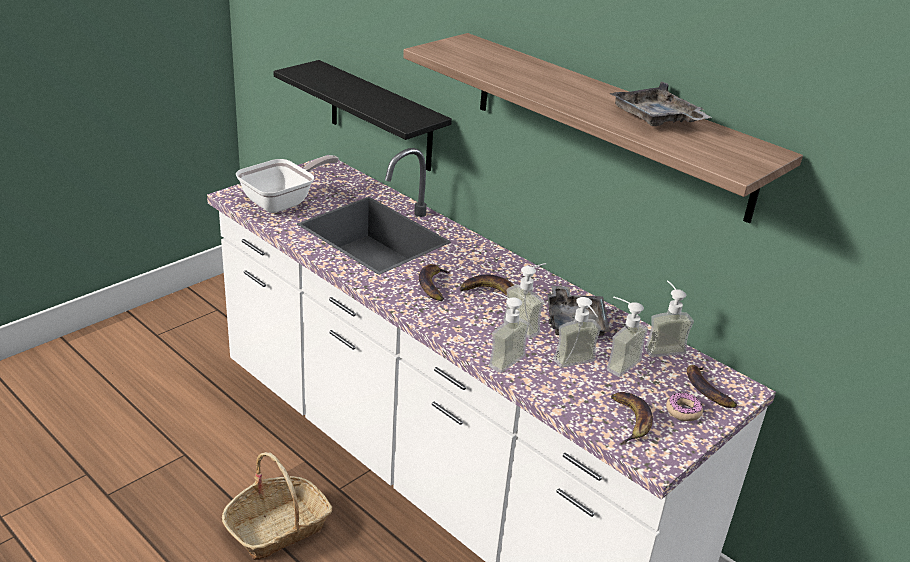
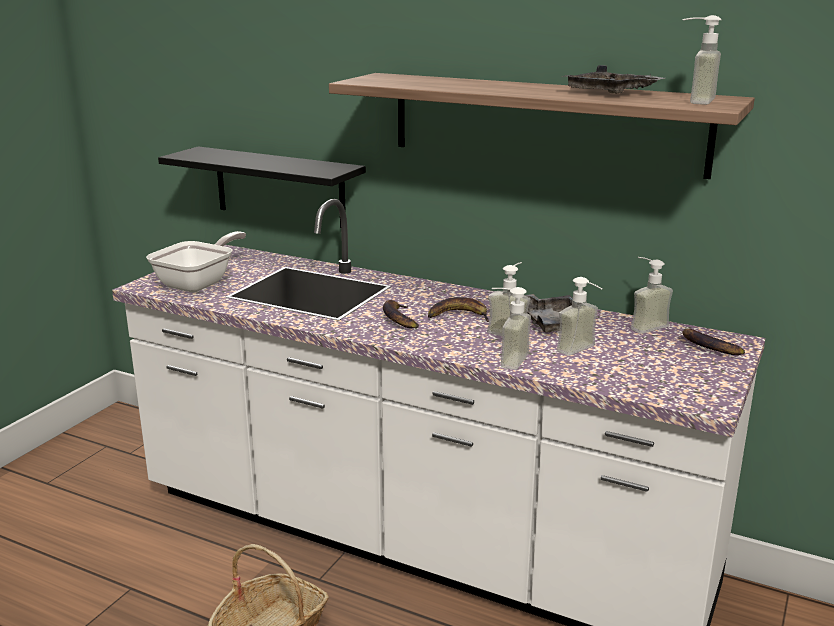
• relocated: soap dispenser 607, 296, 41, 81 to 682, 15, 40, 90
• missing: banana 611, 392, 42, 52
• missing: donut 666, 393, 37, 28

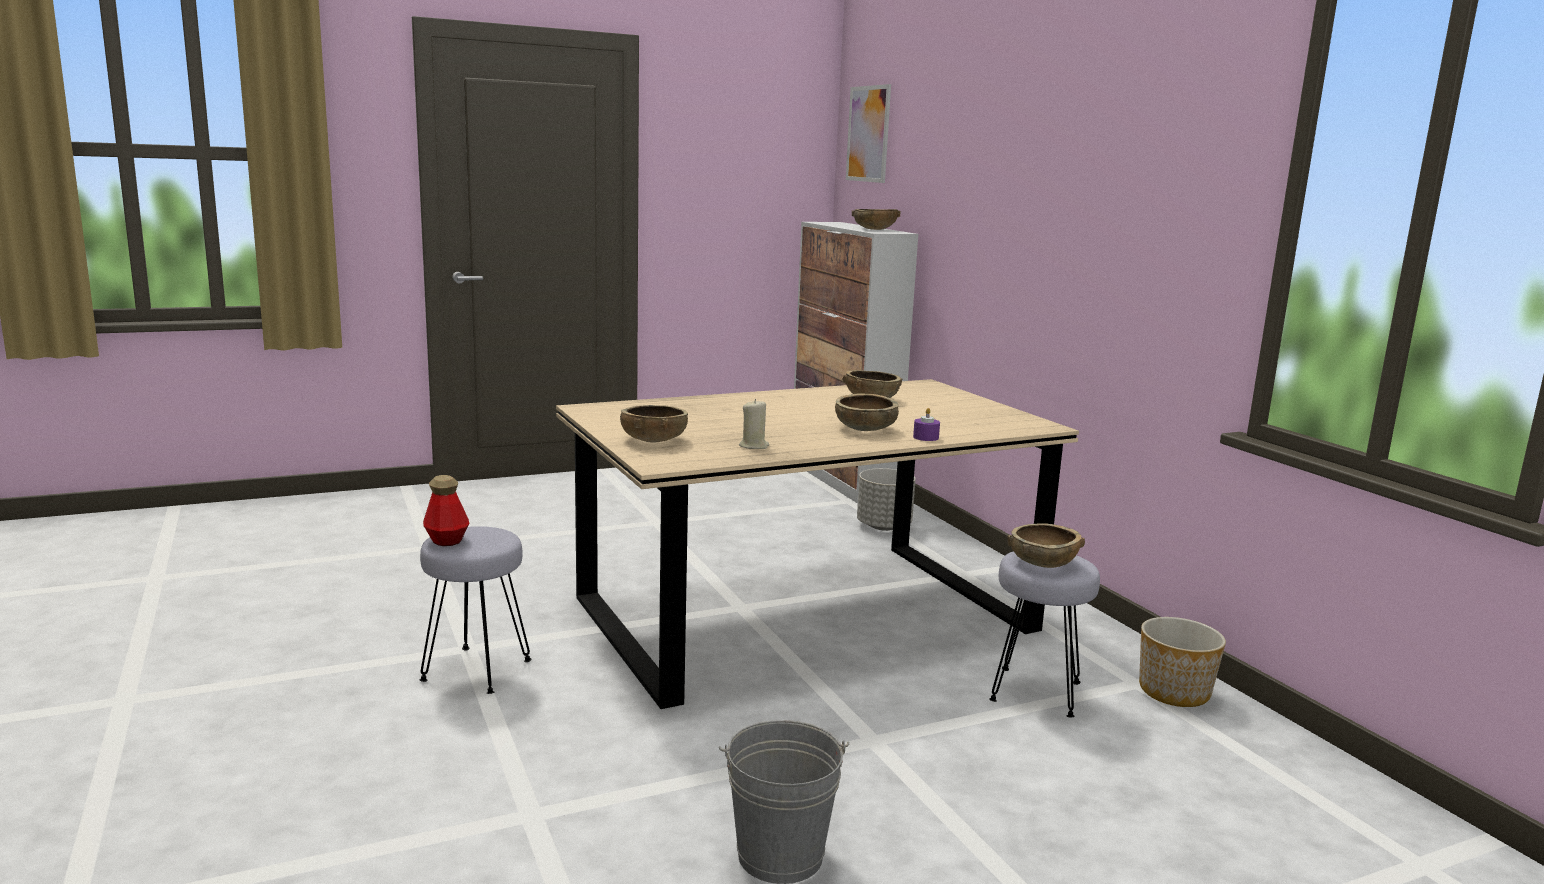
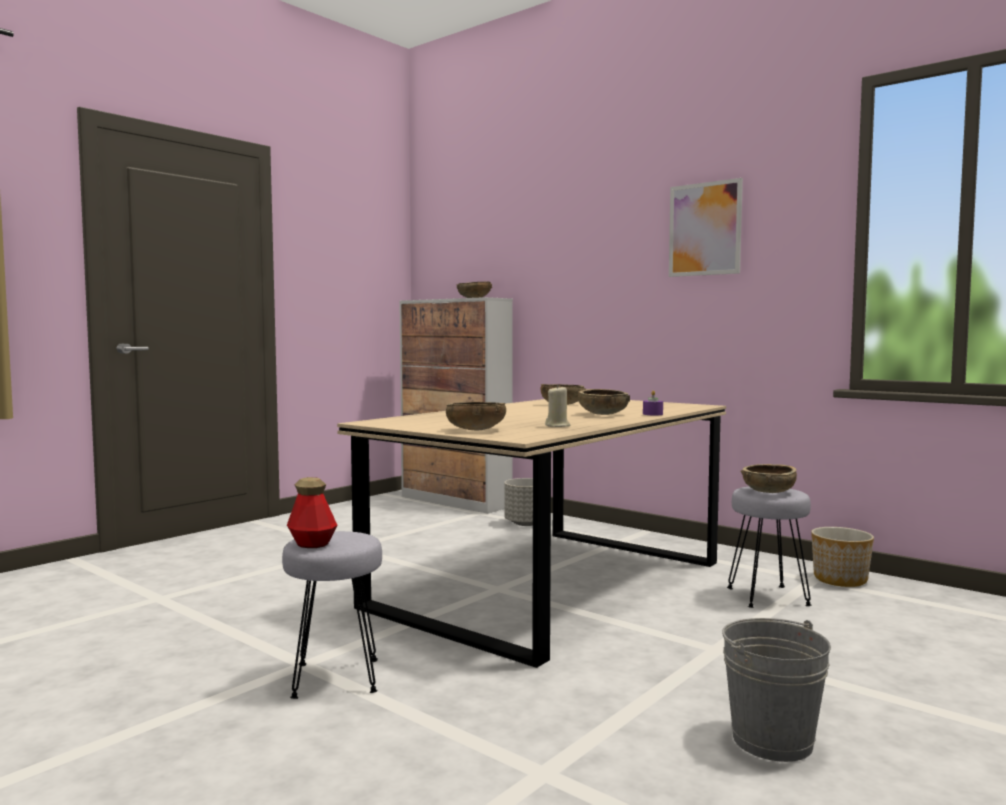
• relocated: picture 846, 84, 45, 99 to 669, 178, 74, 99

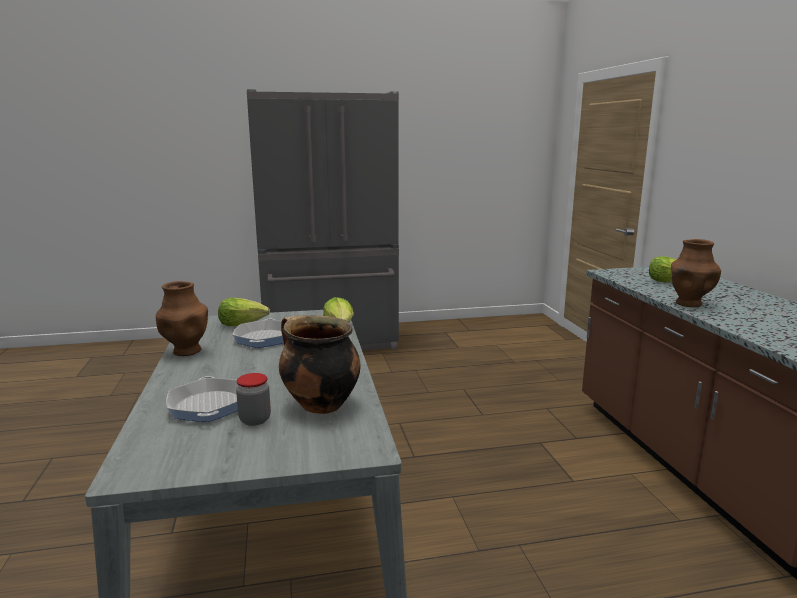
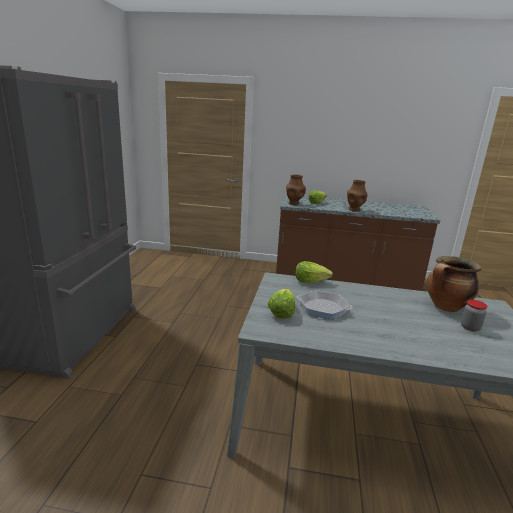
• relocated: brown vase 156, 281, 52, 75 to 286, 174, 20, 31
• missing: frying pan 166, 376, 72, 46

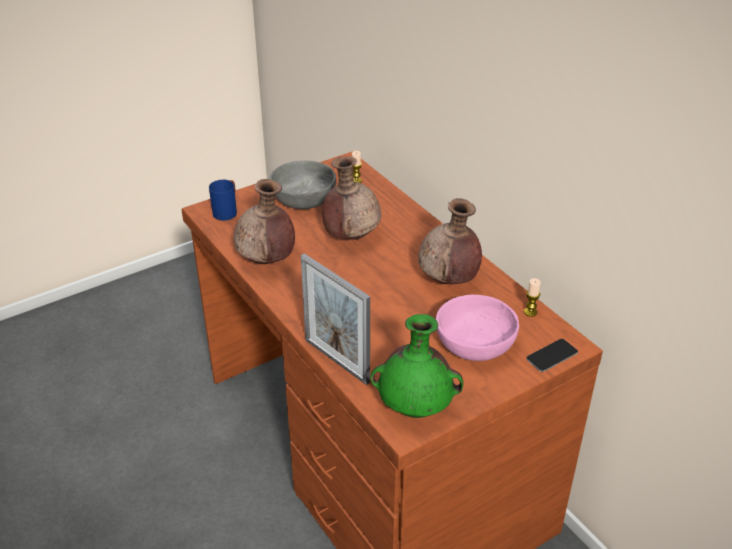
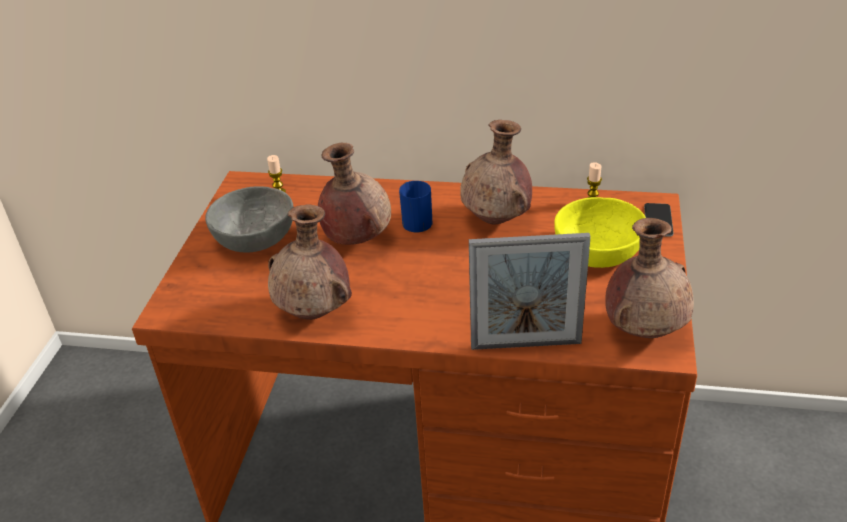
• relocated: blue mug 209, 180, 28, 41 to 399, 181, 33, 51
• colour: pink bowl 436, 295, 83, 66 to yellow bowl 554, 197, 92, 71
• colour: green vase 370, 314, 93, 104 to brown vase 605, 218, 89, 120

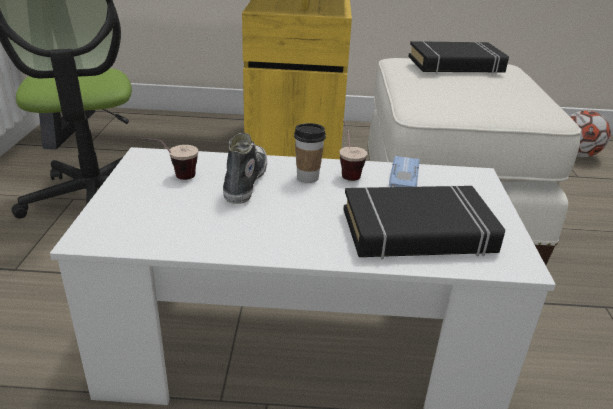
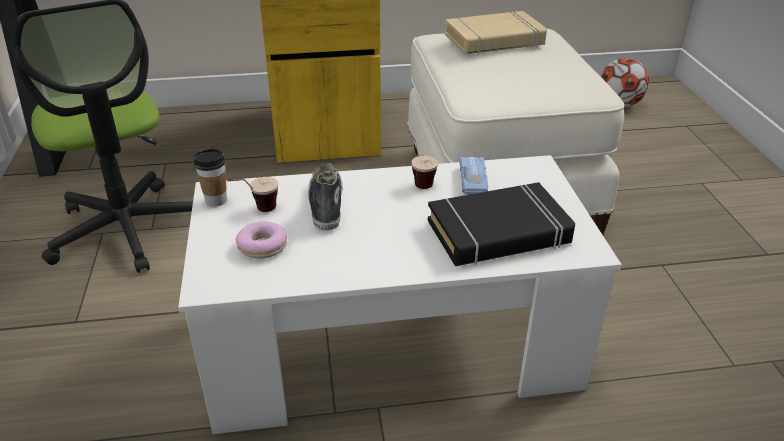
• relocated: cup 294, 123, 32, 60 to 194, 149, 33, 58
• appeared: donut 235, 221, 52, 37
• colour: black book 408, 41, 101, 33 to beige book 445, 11, 102, 43

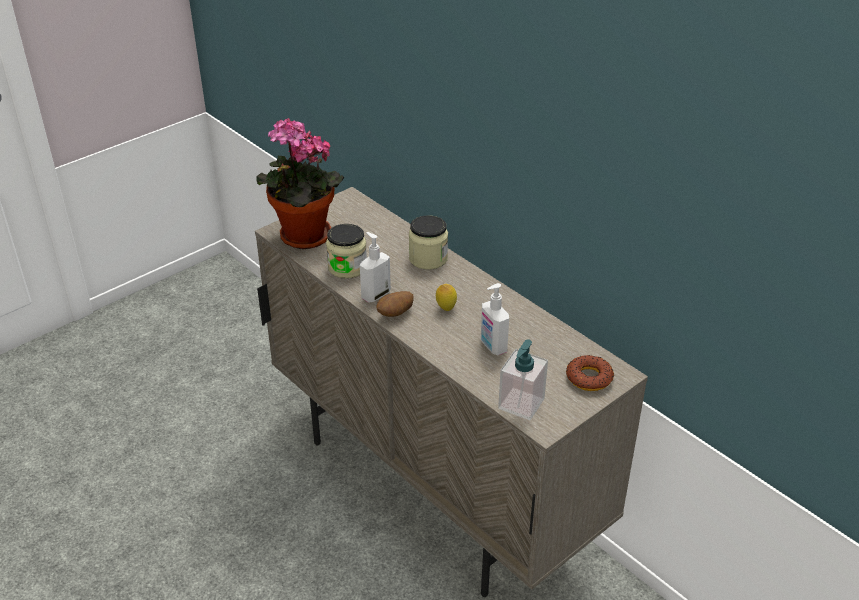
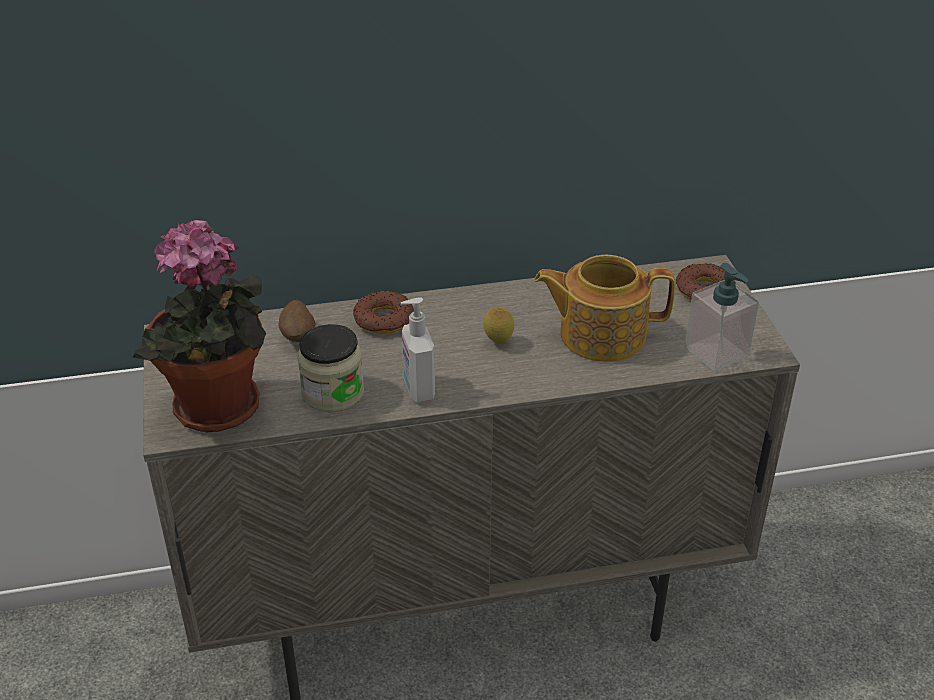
• relocated: potato 376, 291, 38, 26 to 279, 300, 36, 42
• exchanged: jar 409, 215, 39, 55 to donut 353, 290, 61, 44
• exchanged: soap dispenser 481, 283, 28, 73 to teapot 534, 255, 141, 107

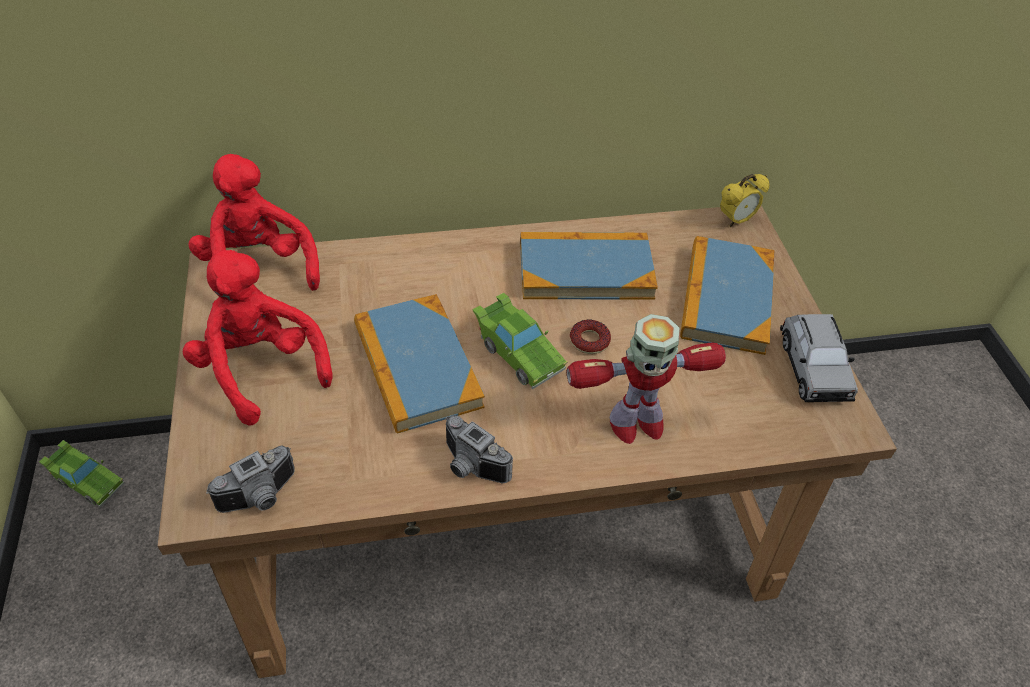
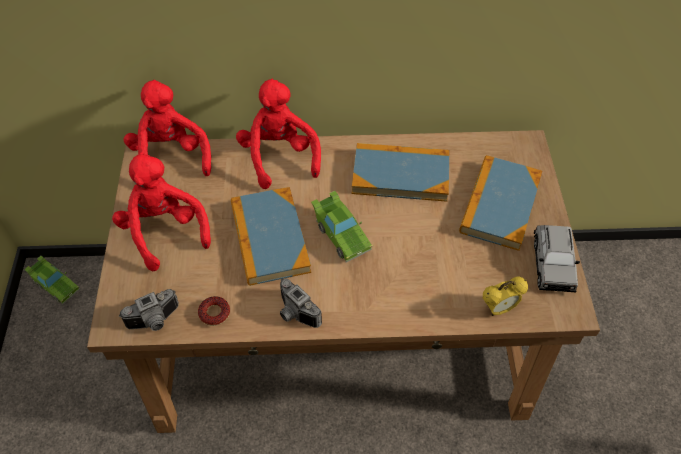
• relocated: donut 570, 320, 41, 34 to 198, 296, 32, 30
• appeared: red plush toy 236, 78, 85, 111
• relocated: alarm clock 720, 174, 50, 53 to 483, 276, 45, 40
• missing: toy robot 567, 314, 159, 130

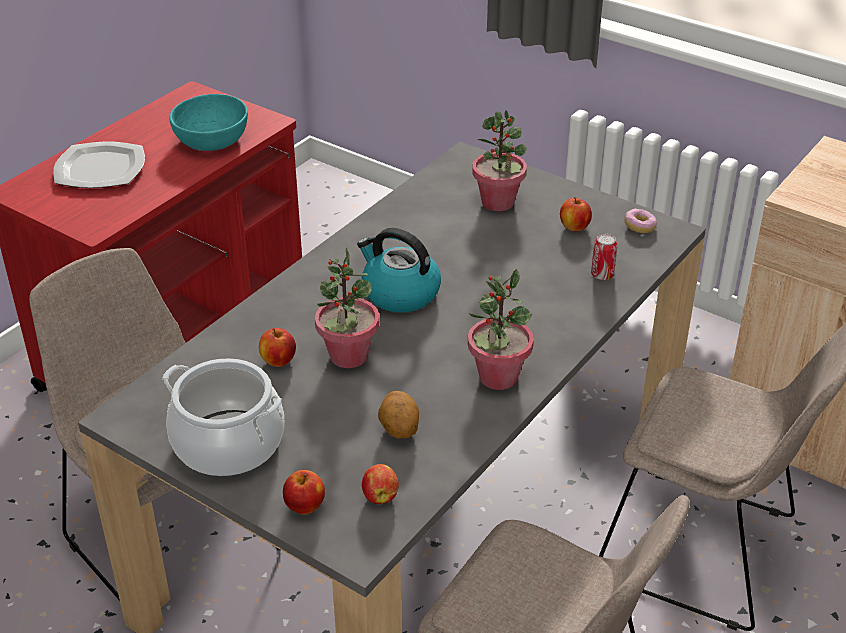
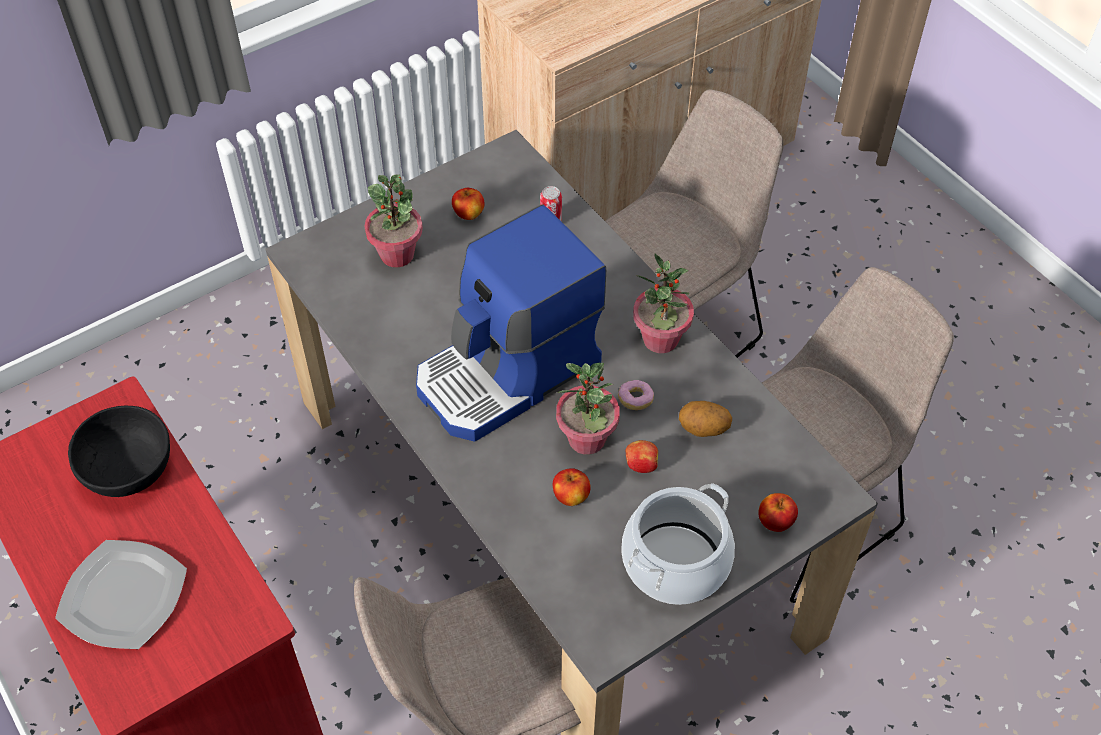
• colour: turquoise bowl 169, 94, 79, 57 to black bowl 68, 406, 102, 91
• exchanged: kettle 357, 228, 84, 85 to coffee machine 416, 204, 190, 238
• relocated: donut 625, 209, 32, 24 to 618, 380, 36, 30
• relocated: apple 362, 464, 37, 40 to 626, 440, 32, 33

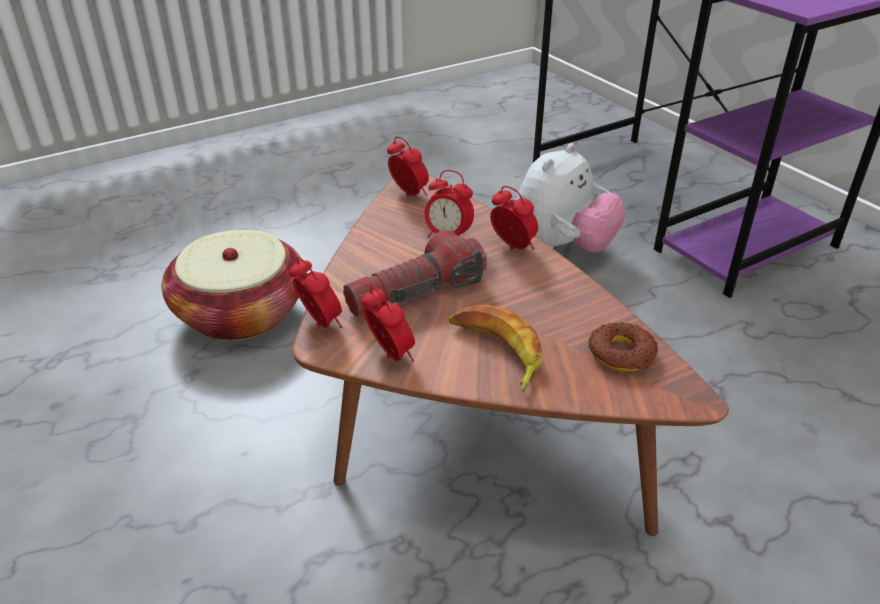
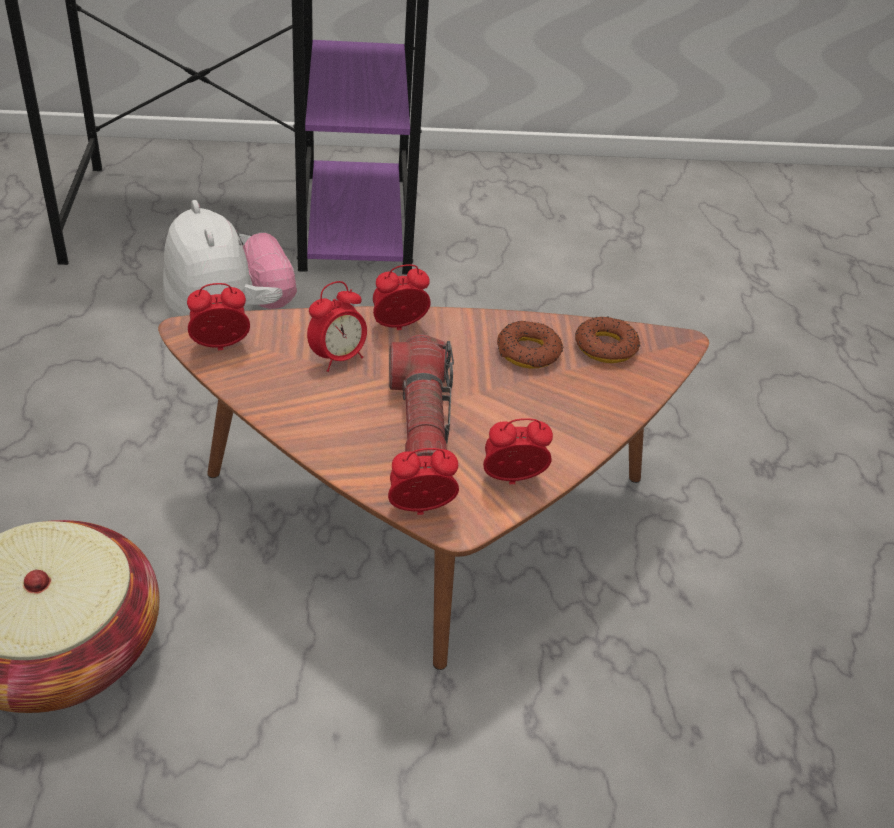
• appeared: donut 497, 321, 66, 47
• missing: banana 448, 304, 95, 88

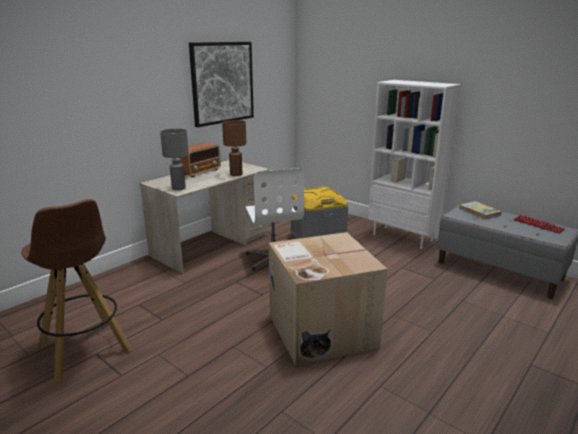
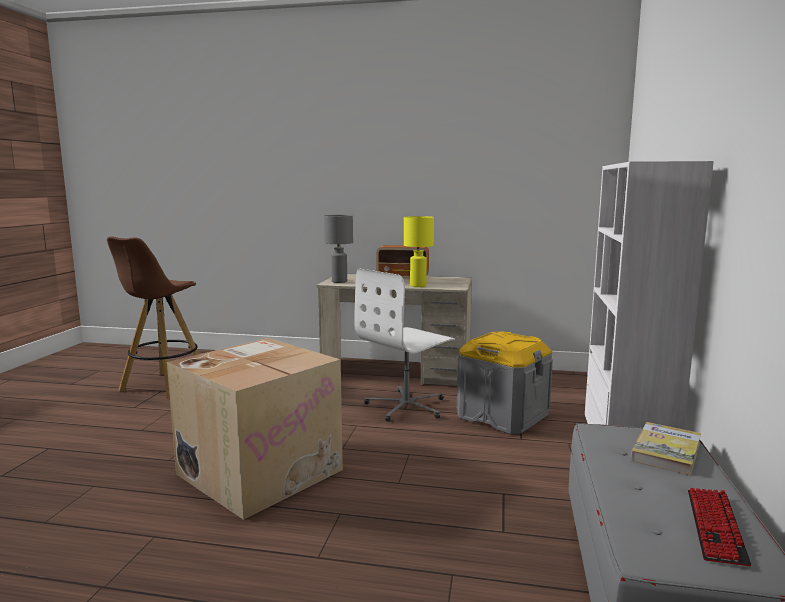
• colour: brown table lamp 222, 120, 25, 56 to yellow table lamp 404, 216, 30, 71
• missing: picture 189, 42, 65, 85

